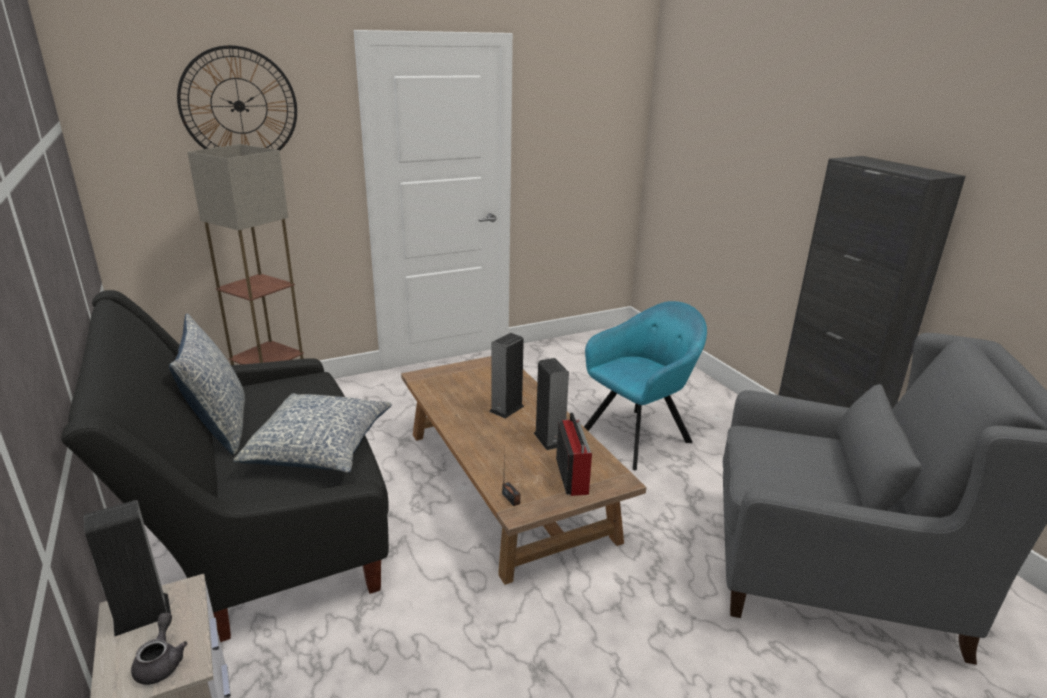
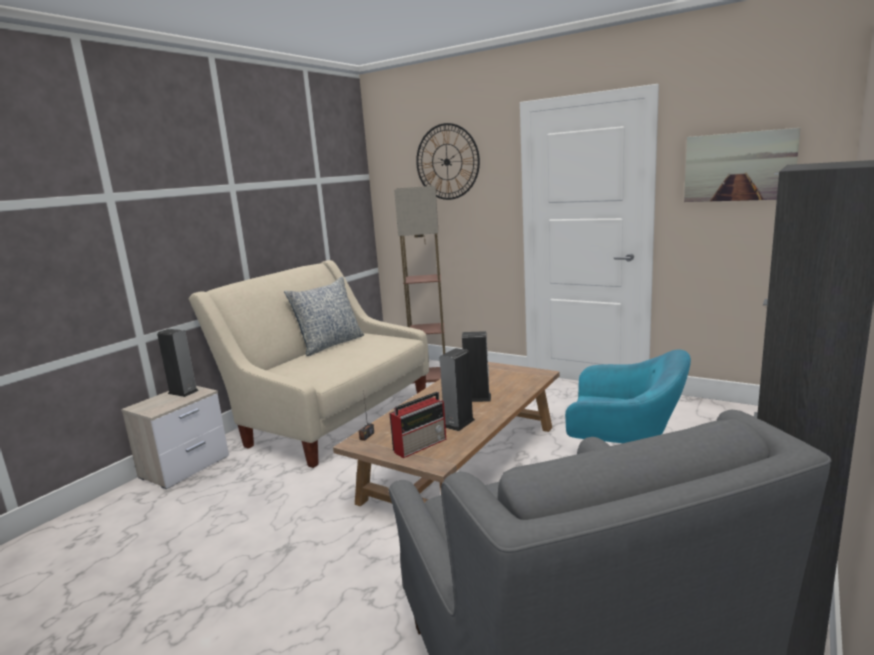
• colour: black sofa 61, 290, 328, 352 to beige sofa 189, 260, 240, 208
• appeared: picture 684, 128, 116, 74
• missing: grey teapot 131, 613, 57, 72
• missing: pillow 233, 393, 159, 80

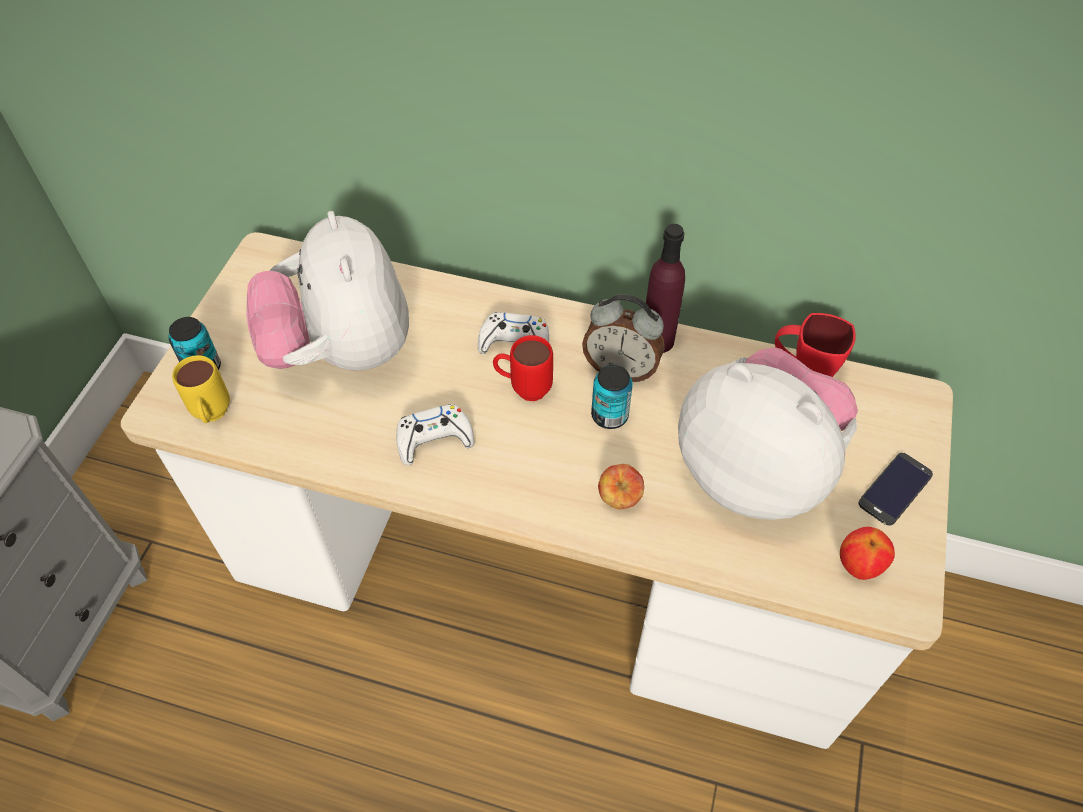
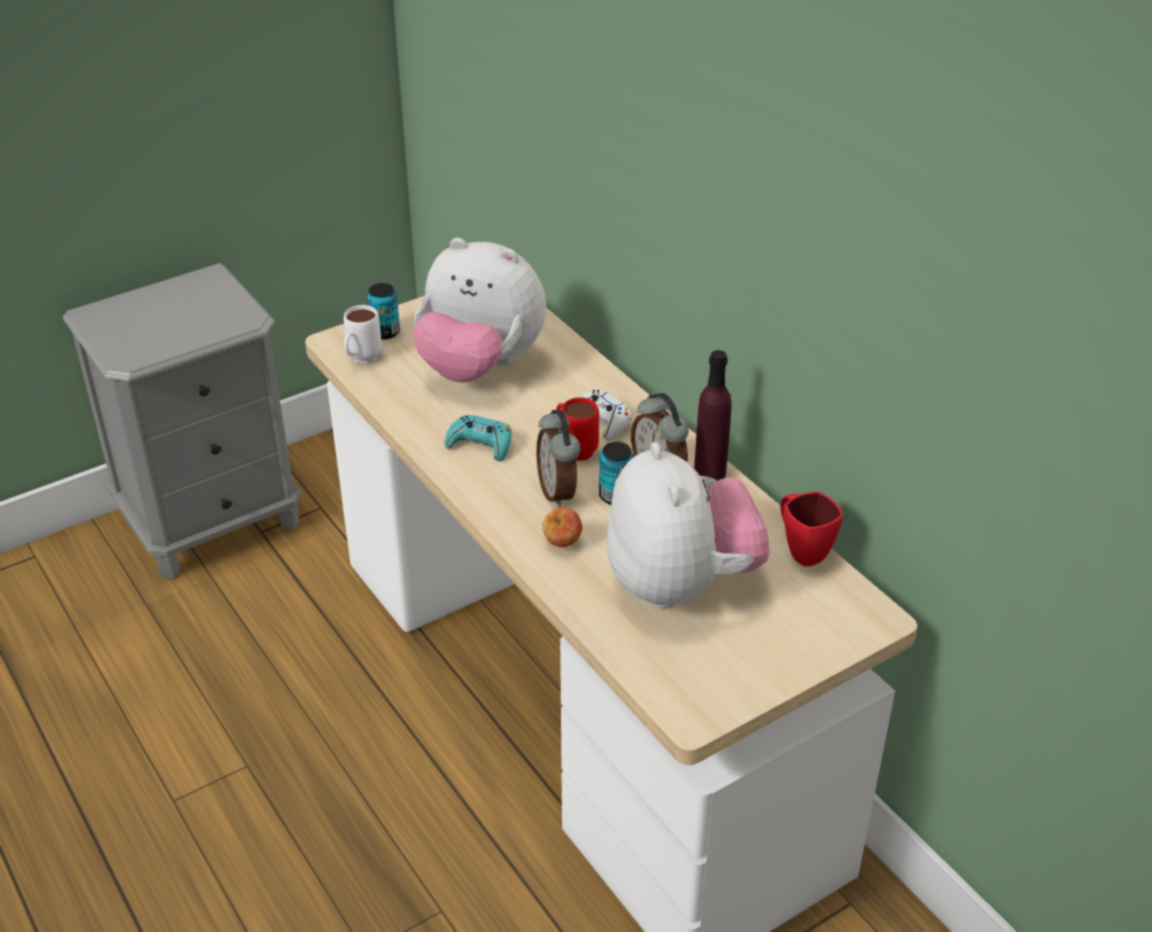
• colour: yellow mug 172, 355, 58, 68 to white mug 344, 305, 38, 59
• spun: plush toy 246, 211, 163, 160 = 412, 238, 134, 145 90 degrees counterclockwise
• colour: white game controller 396, 404, 78, 61 to turquoise game controller 445, 415, 67, 46
• appeared: alarm clock 536, 410, 44, 98
• missing: apple 840, 527, 55, 53
• missing: phone 858, 453, 75, 73

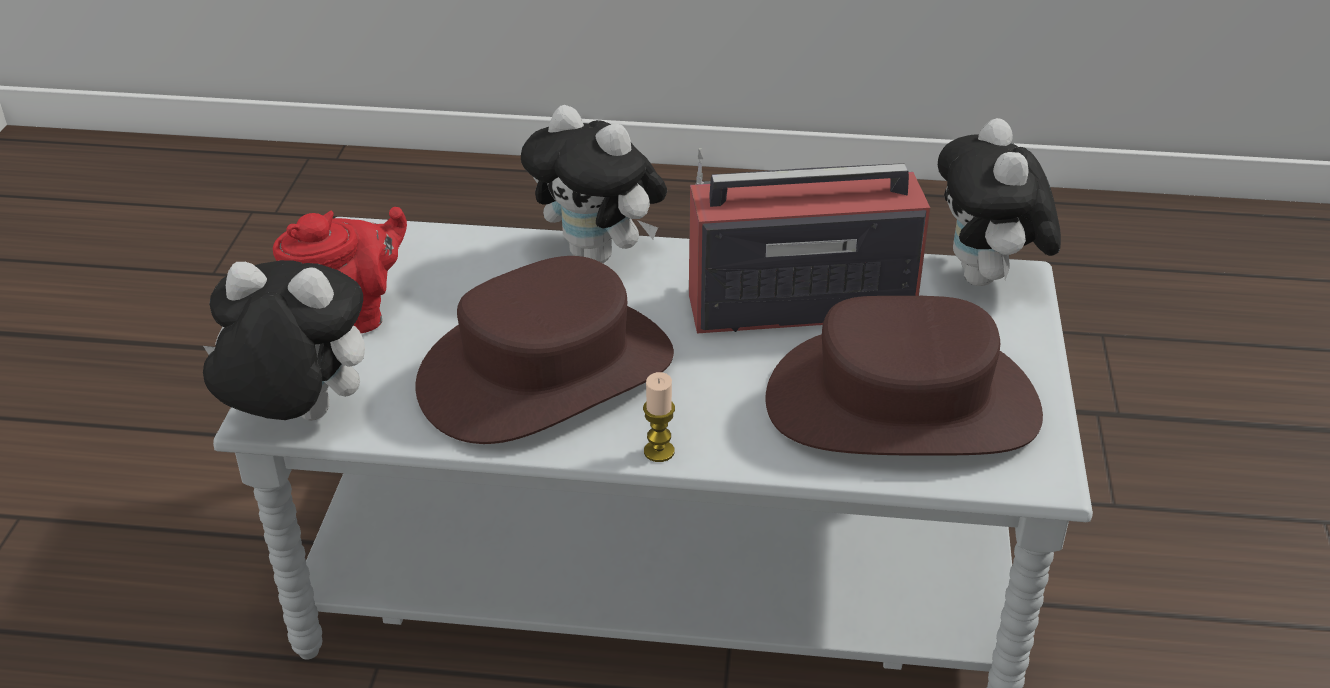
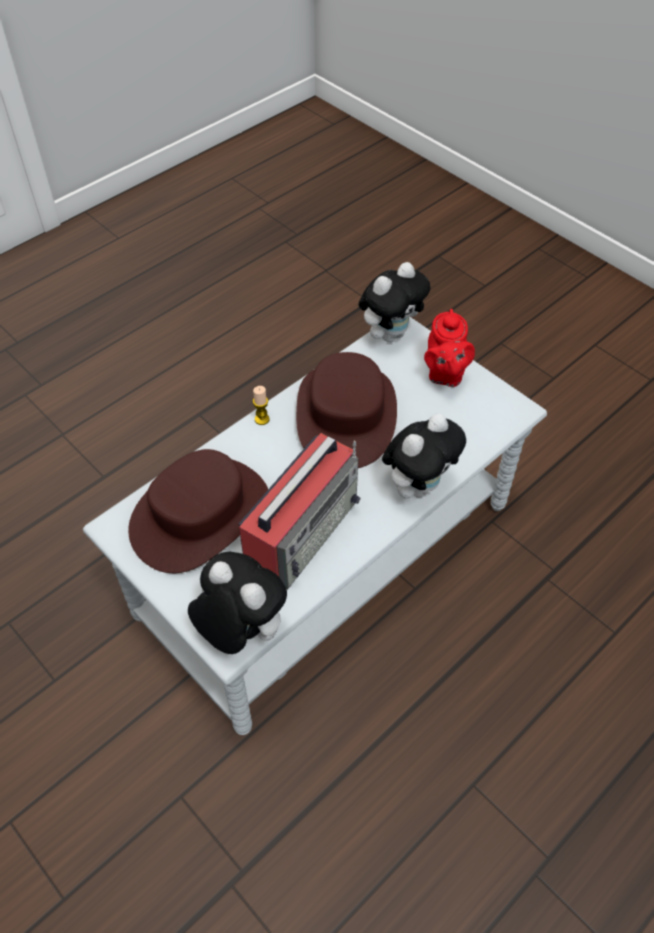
• spun: plush toy 521, 105, 146, 158 = 382, 414, 84, 85 150 degrees clockwise

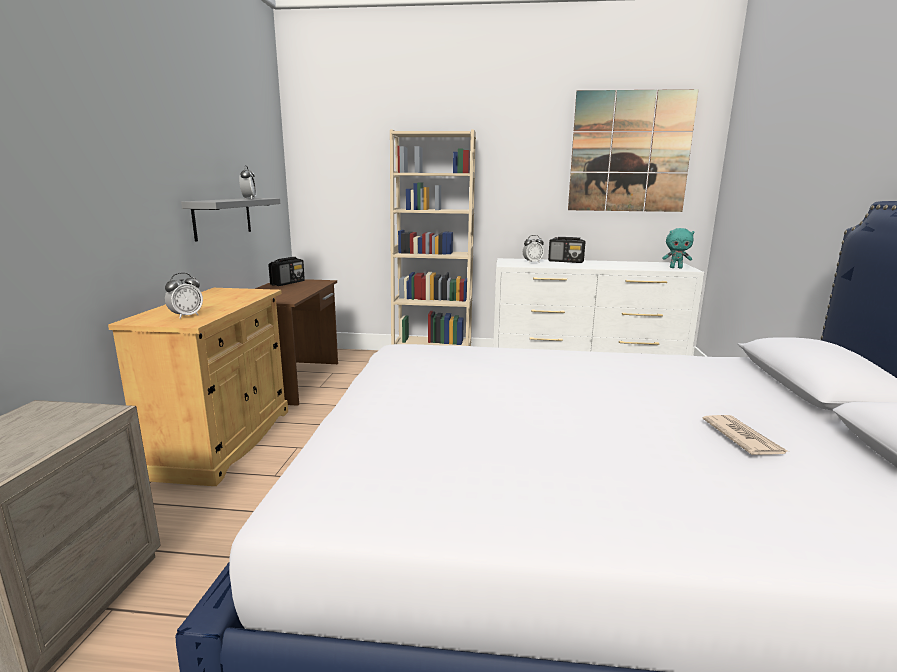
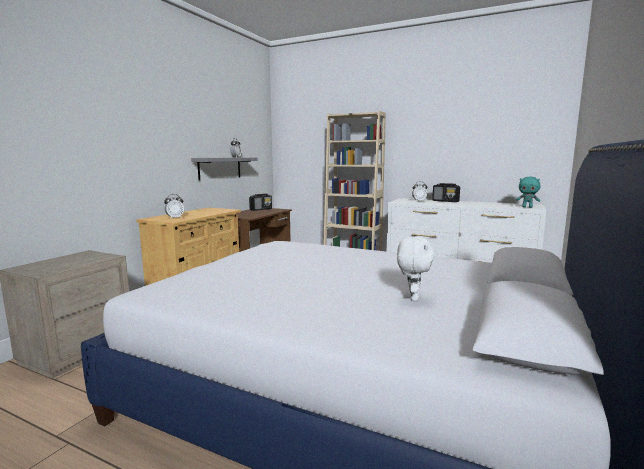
• exchanged: newspaper 703, 415, 85, 40 to white plush toy 397, 236, 38, 65
• missing: picture 568, 89, 131, 123

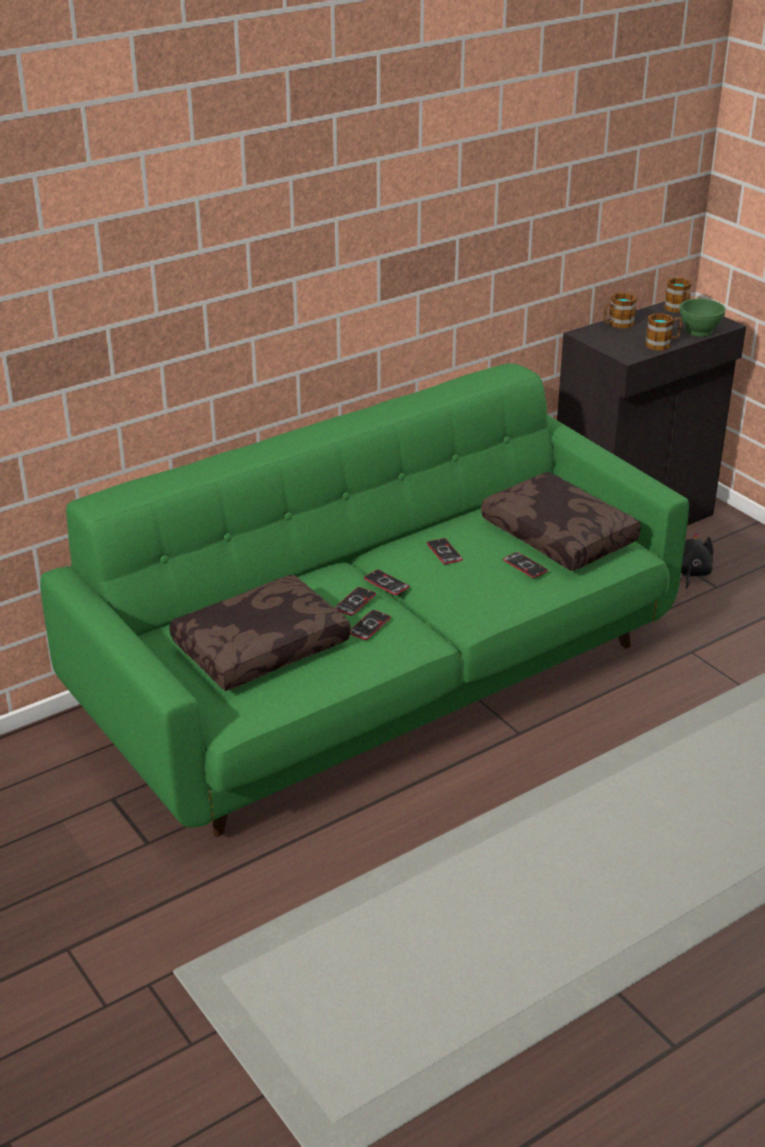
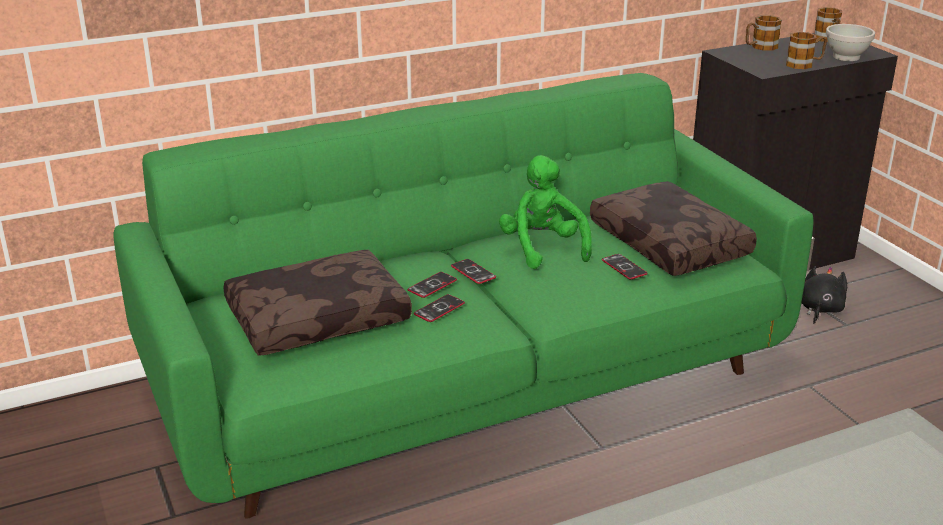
• exchanged: phone 427, 538, 36, 26 to green plush toy 499, 155, 93, 114
• colour: green bowl 679, 299, 47, 38 to white bowl 826, 24, 49, 37

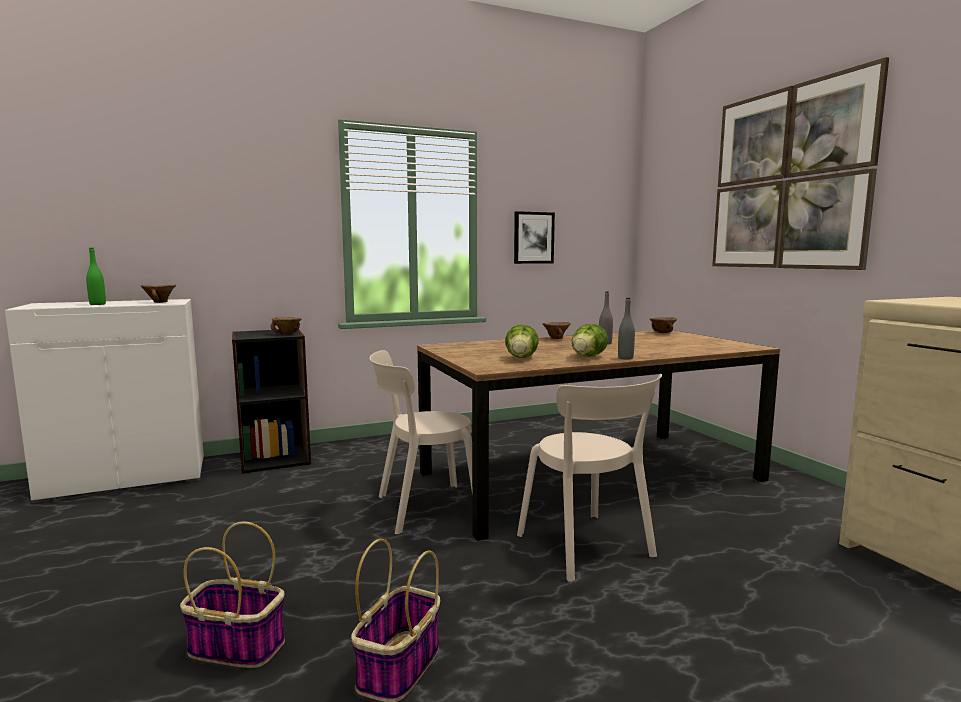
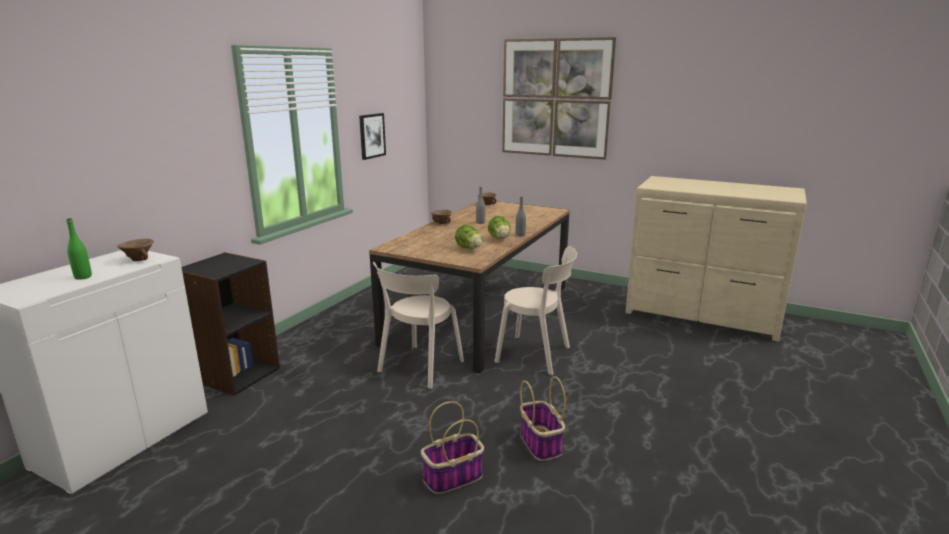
• missing: brown bowl 270, 317, 31, 17

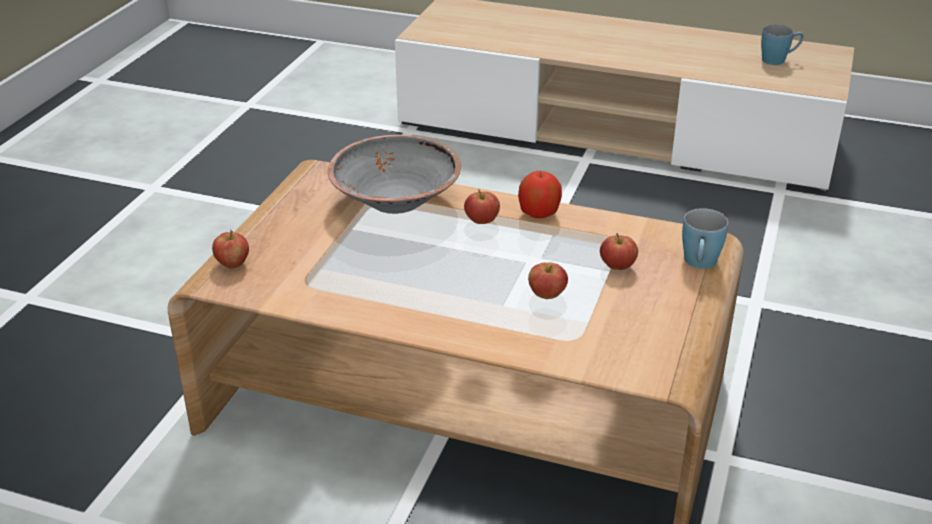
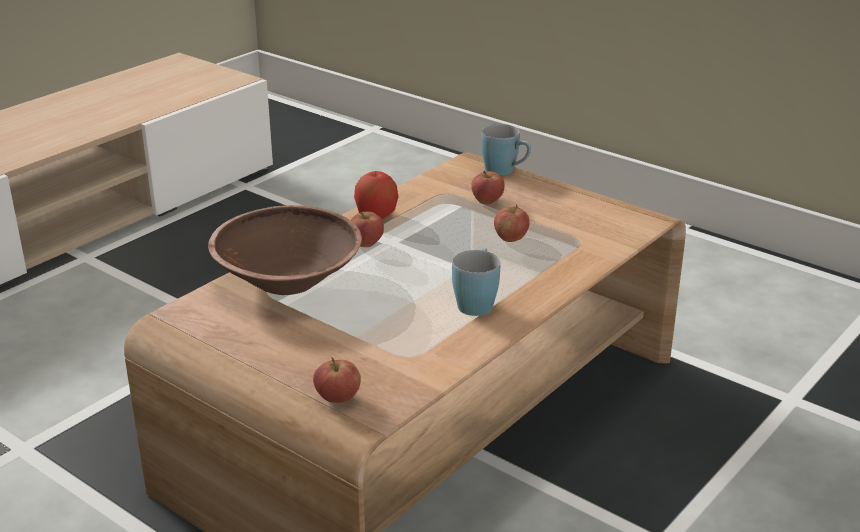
• colour: grey bowl 328, 135, 133, 79 to brown bowl 208, 205, 154, 90
• relocated: blue mug 761, 24, 43, 41 to 452, 248, 48, 68

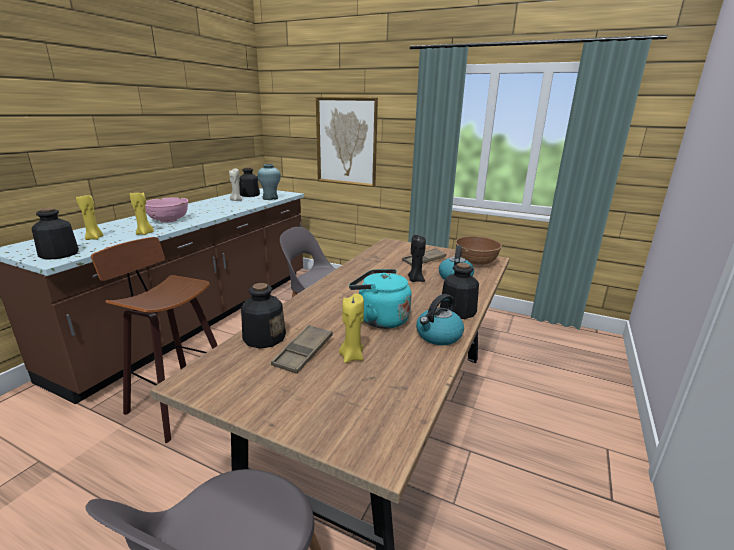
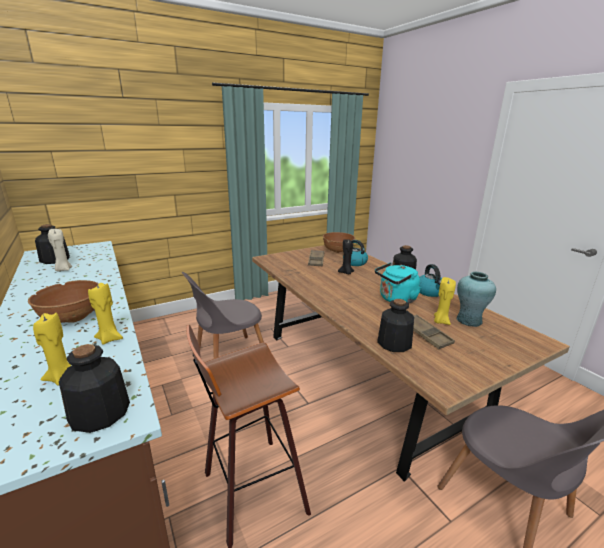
• colour: pink bowl 145, 197, 43, 26 to brown bowl 28, 280, 71, 43
• relocated: turquoise vase 258, 164, 23, 36 to 457, 272, 39, 55
• missing: picture 316, 97, 62, 90

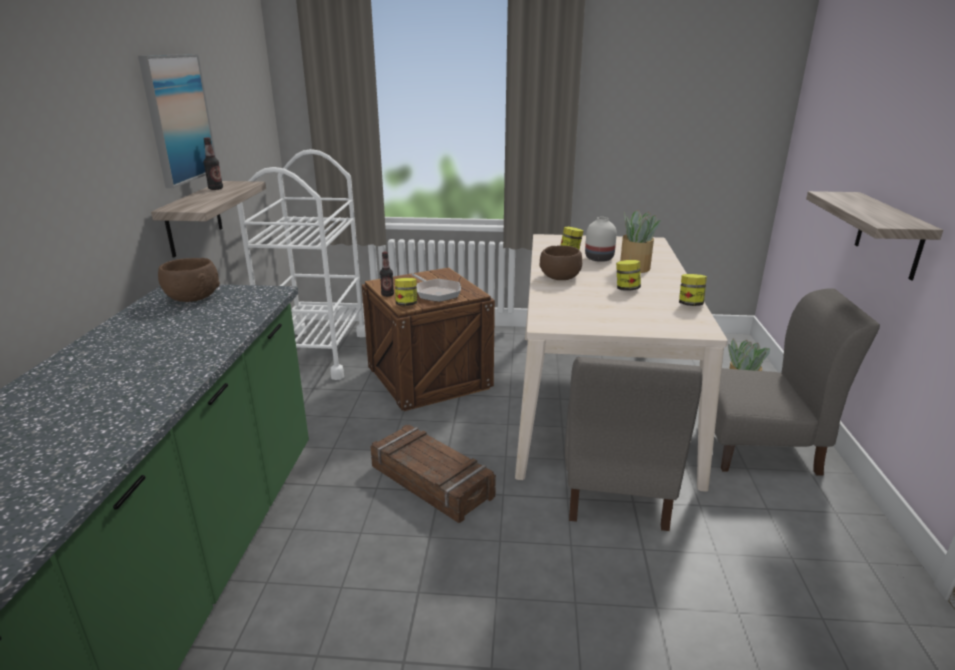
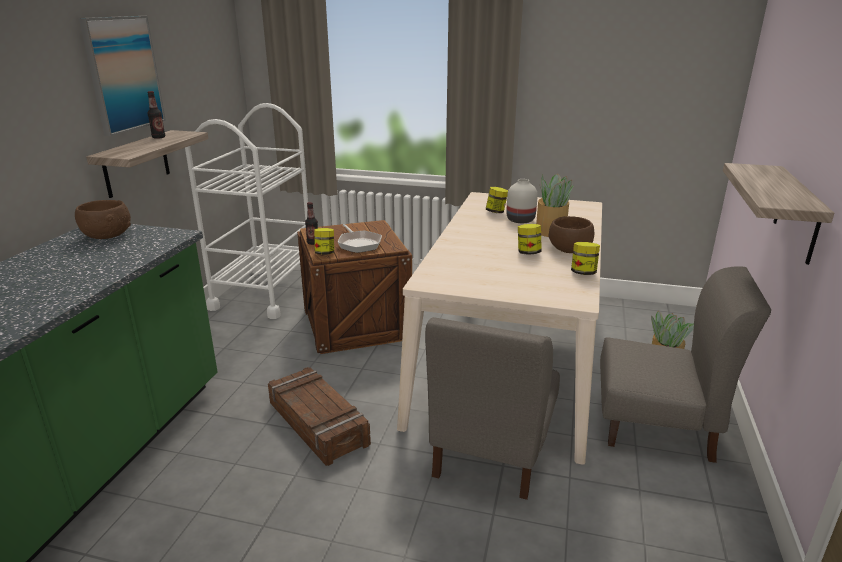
• relocated: brown bowl 539, 245, 44, 35 to 549, 216, 45, 37

